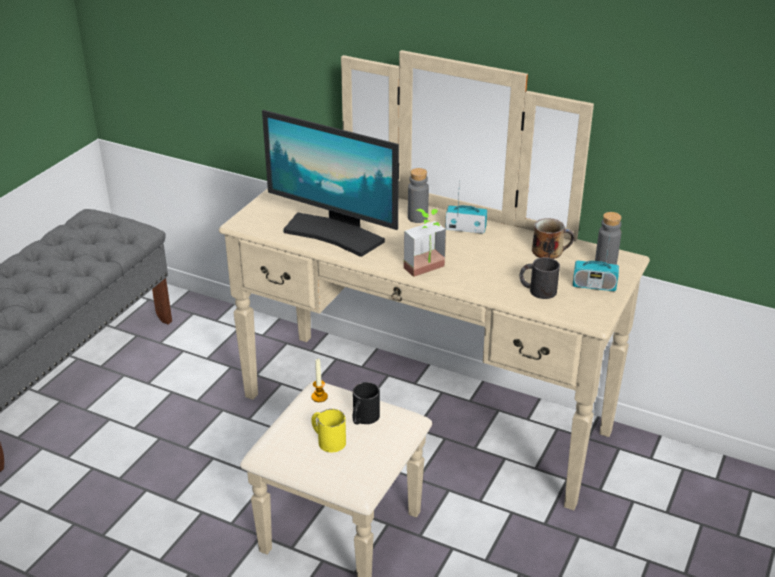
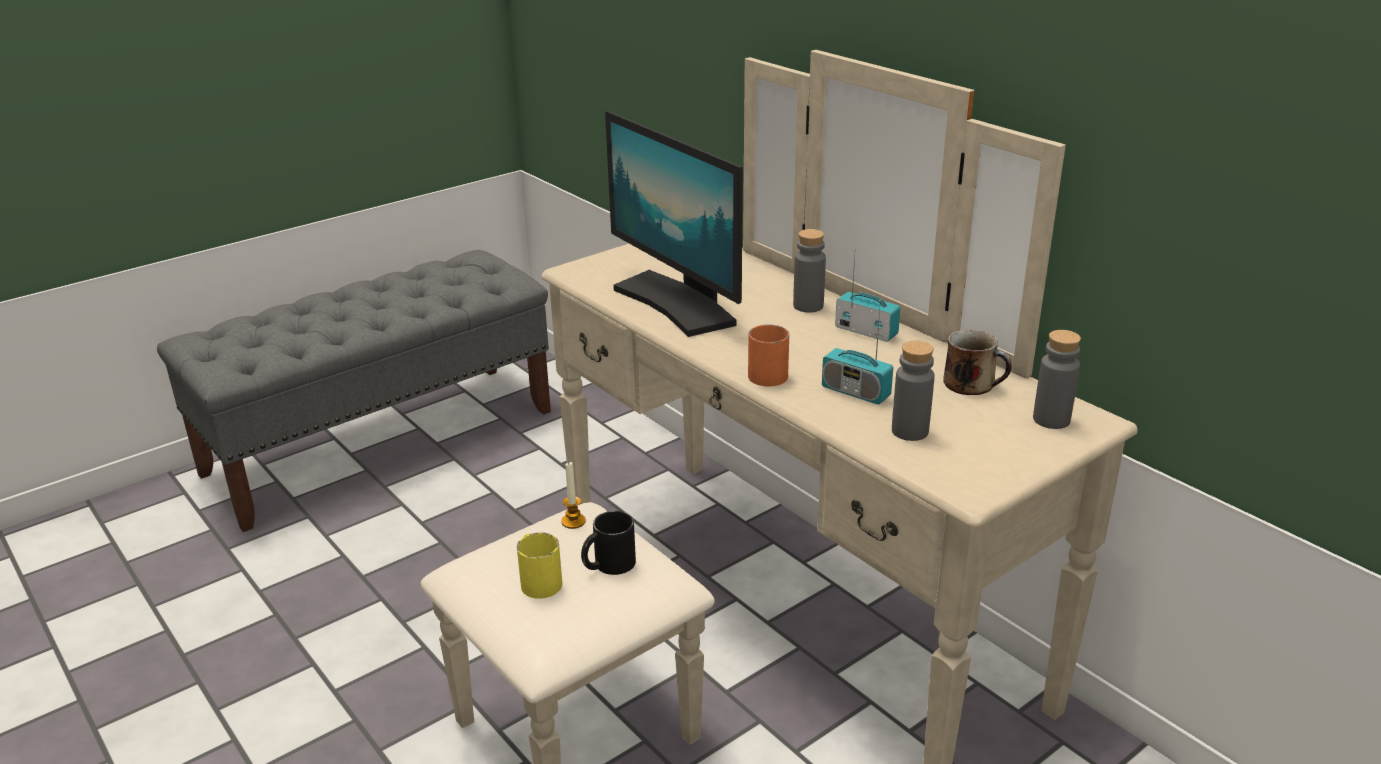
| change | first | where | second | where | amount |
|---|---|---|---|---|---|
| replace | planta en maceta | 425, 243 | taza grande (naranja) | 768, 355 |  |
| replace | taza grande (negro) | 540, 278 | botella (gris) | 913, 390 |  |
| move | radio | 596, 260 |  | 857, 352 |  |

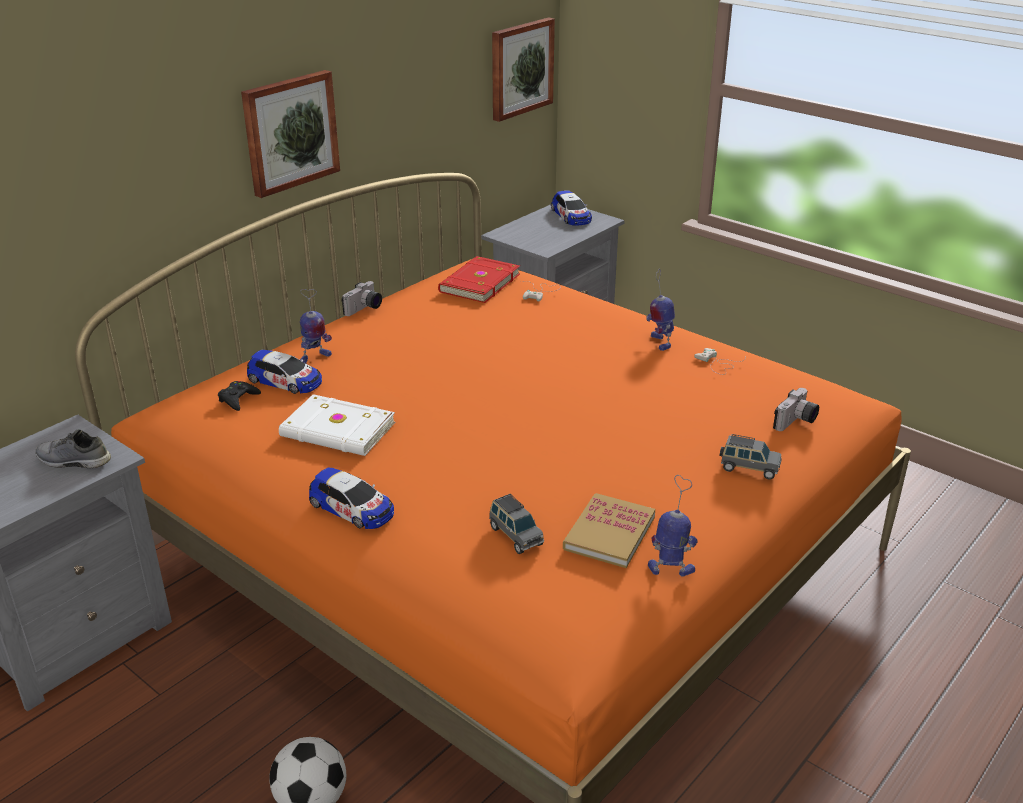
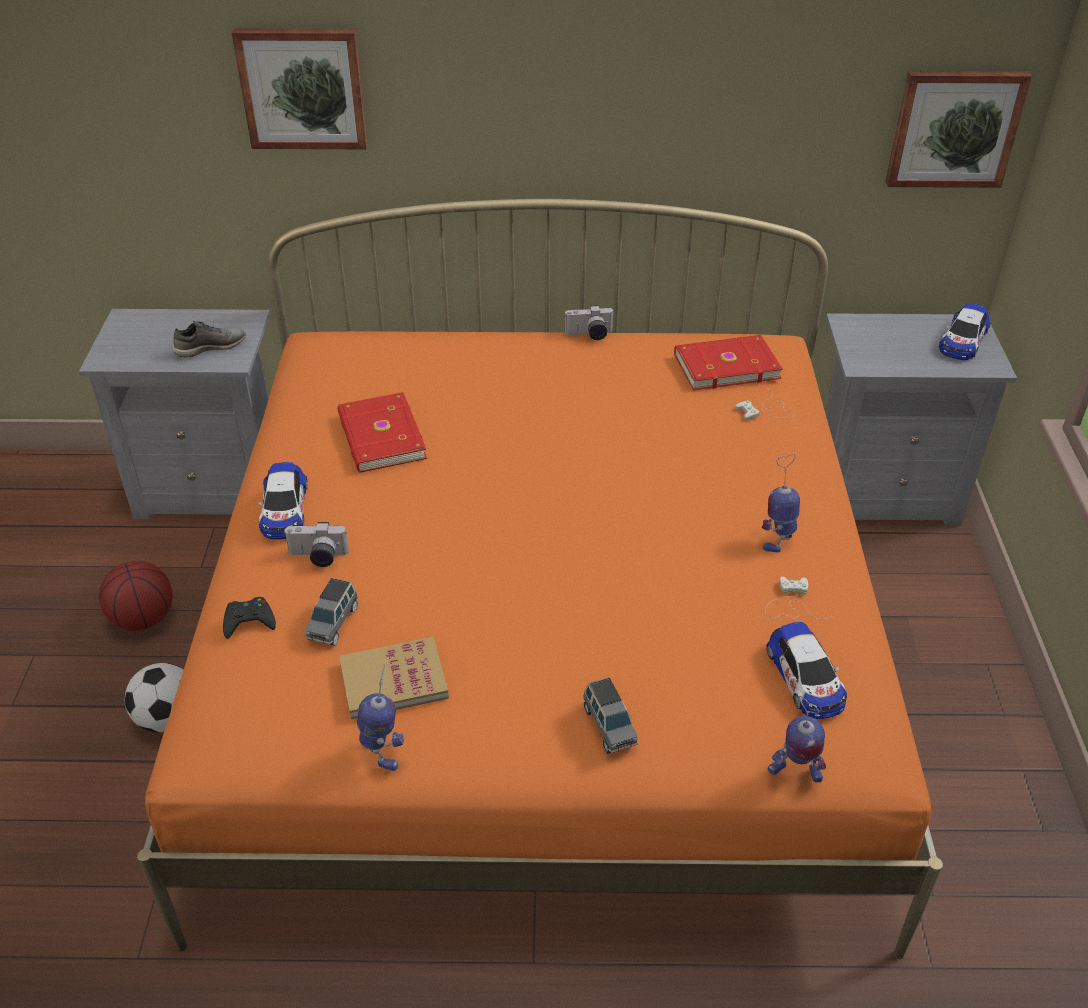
| change | first | where | second | where | amount |
|---|---|---|---|---|---|
| rotate | zapato (gris) | 73, 448 |  | 209, 339 | 90 degrees clockwise |
| move | mando de consola (negro) | 239, 396 |  | 249, 618 |  |
| move | cuadro | 290, 134 |  | 299, 88 |  |
| move | coche de juguete | 284, 372 |  | 807, 670 |  |
| recolor | libro (blanco) | 337, 425 | libro (rojo) | 382, 432 |  |
| move | robot de juguete | 316, 326 |  | 797, 739 |  |
| move | cámara | 796, 409 |  | 317, 544 |  |
| insert |  |  | balón de baloncesto | 136, 596 |  |

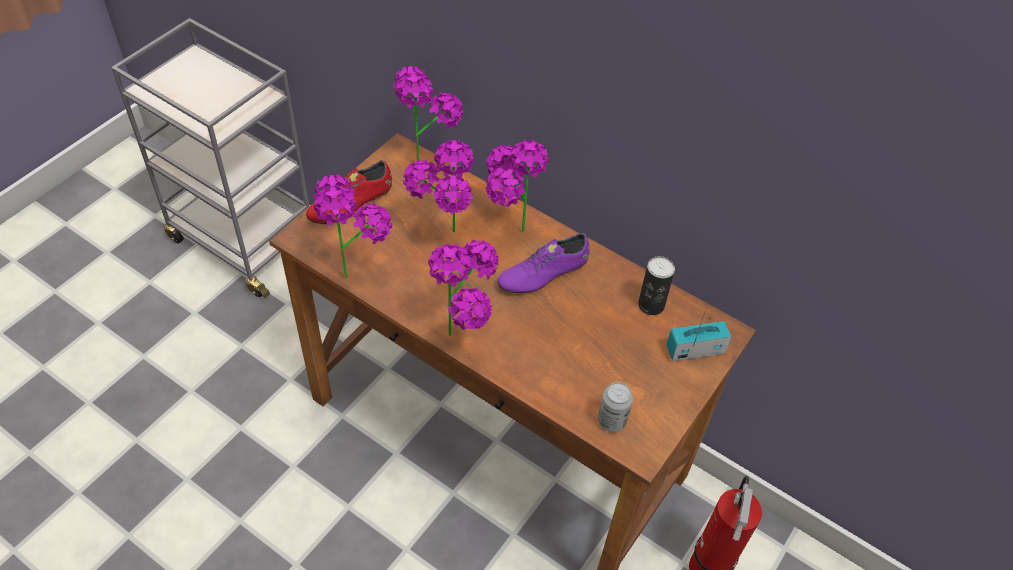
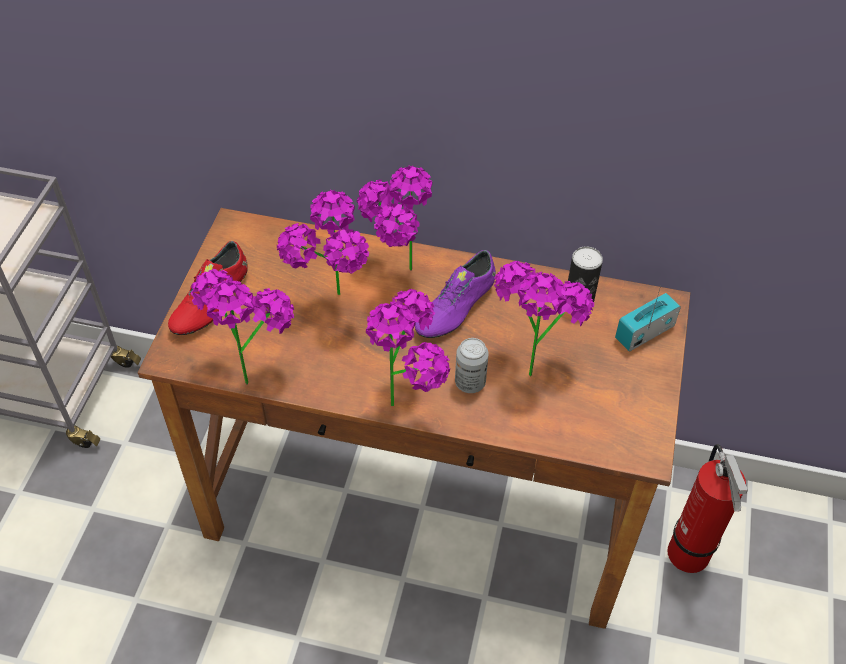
| change | first | where | second | where | amount |
|---|---|---|---|---|---|
| move | planta en maceta | 428, 113 |  | 543, 319 |  |
| move | lata | 615, 407 |  | 472, 365 |  |

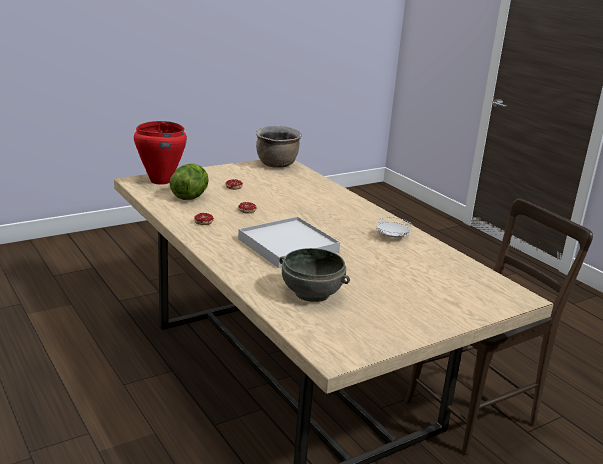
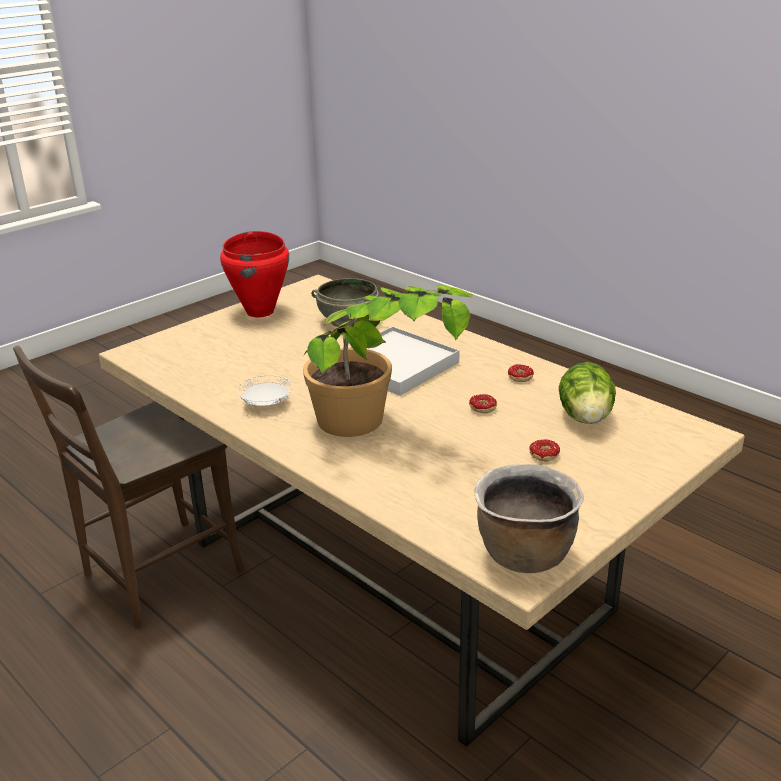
| change | first | where | second | where | amount |
|---|---|---|---|---|---|
| move | olla (rojo) | 160, 153 |  | 254, 274 |  |
| insert |  |  | planta en maceta | 388, 361 |  |

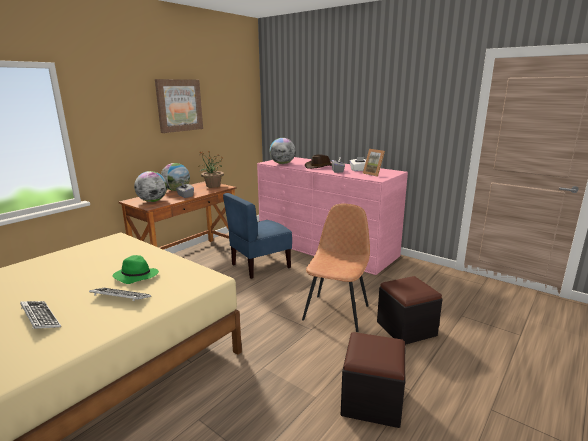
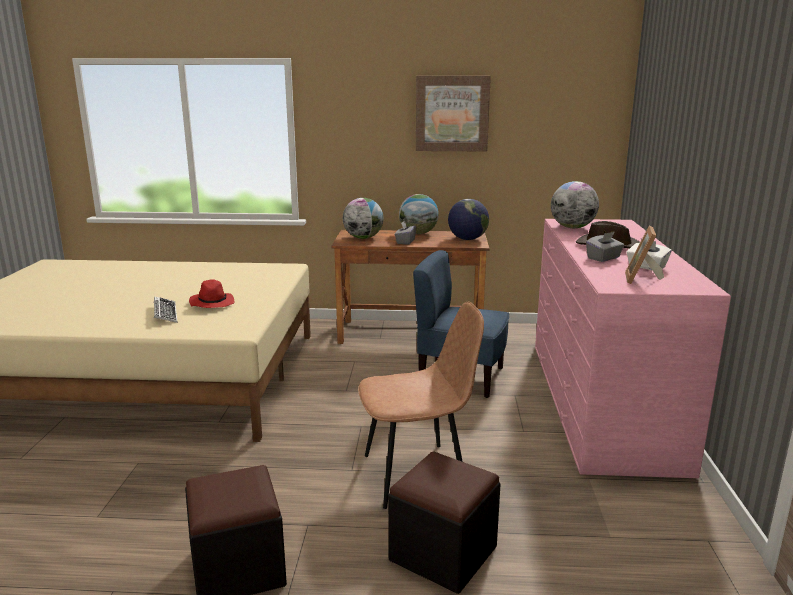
| change | first | where | second | where | amount |
|---|---|---|---|---|---|
| delete | teclado | 40, 315 |  |  |  |
| recolor | sombrero (verde) | 136, 269 | sombrero (rojo) | 212, 293 |  |
| replace | planta en maceta | 211, 169 | globo terráqueo | 468, 219 |  |

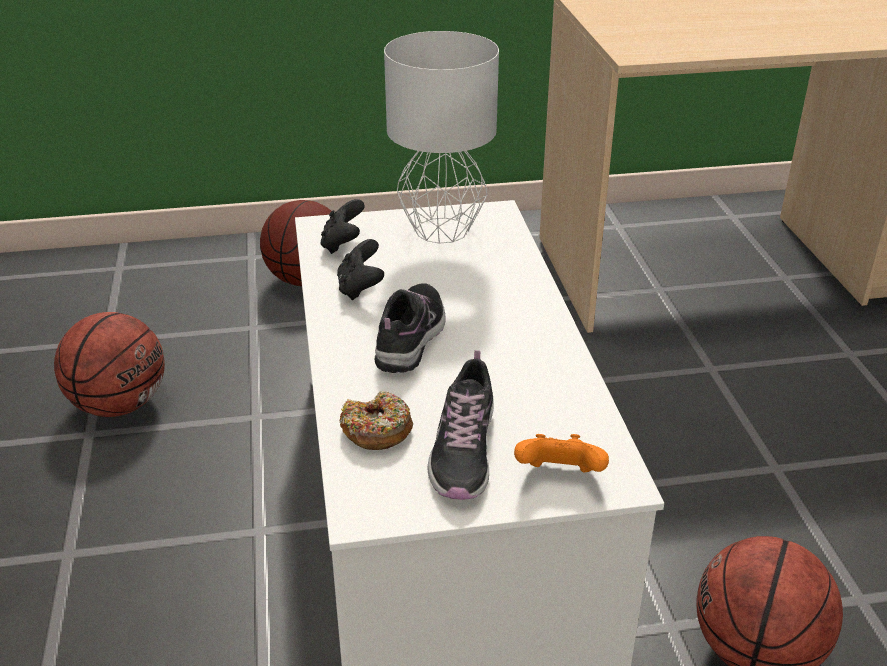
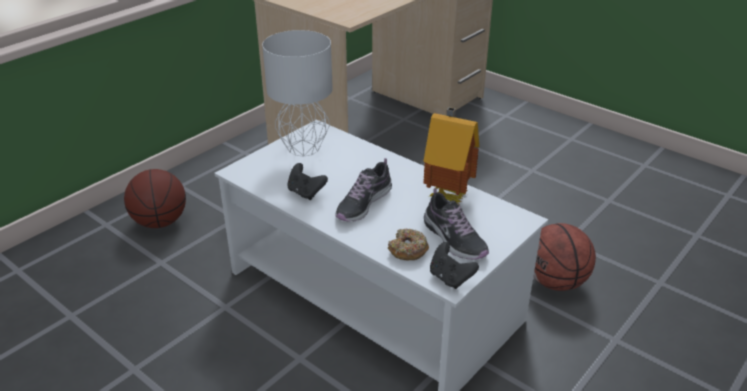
| change | first | where | second | where | amount |
|---|---|---|---|---|---|
| delete | balón de baloncesto | 109, 364 |  |  |  |
| move | mando de consola (negro) | 343, 226 |  | 454, 265 |  |
| rotate | zapato | 410, 328 |  | 363, 190 | 120 degrees counterclockwise |
| delete | mando de consola (naranja) | 561, 453 |  |  |  |
| insert |  |  | casita | 451, 155 |  |

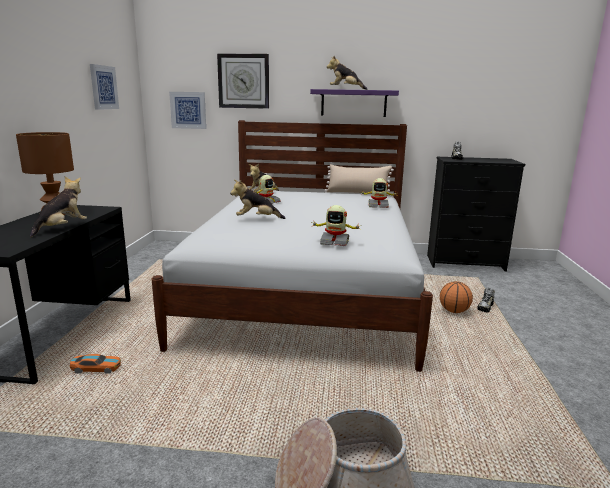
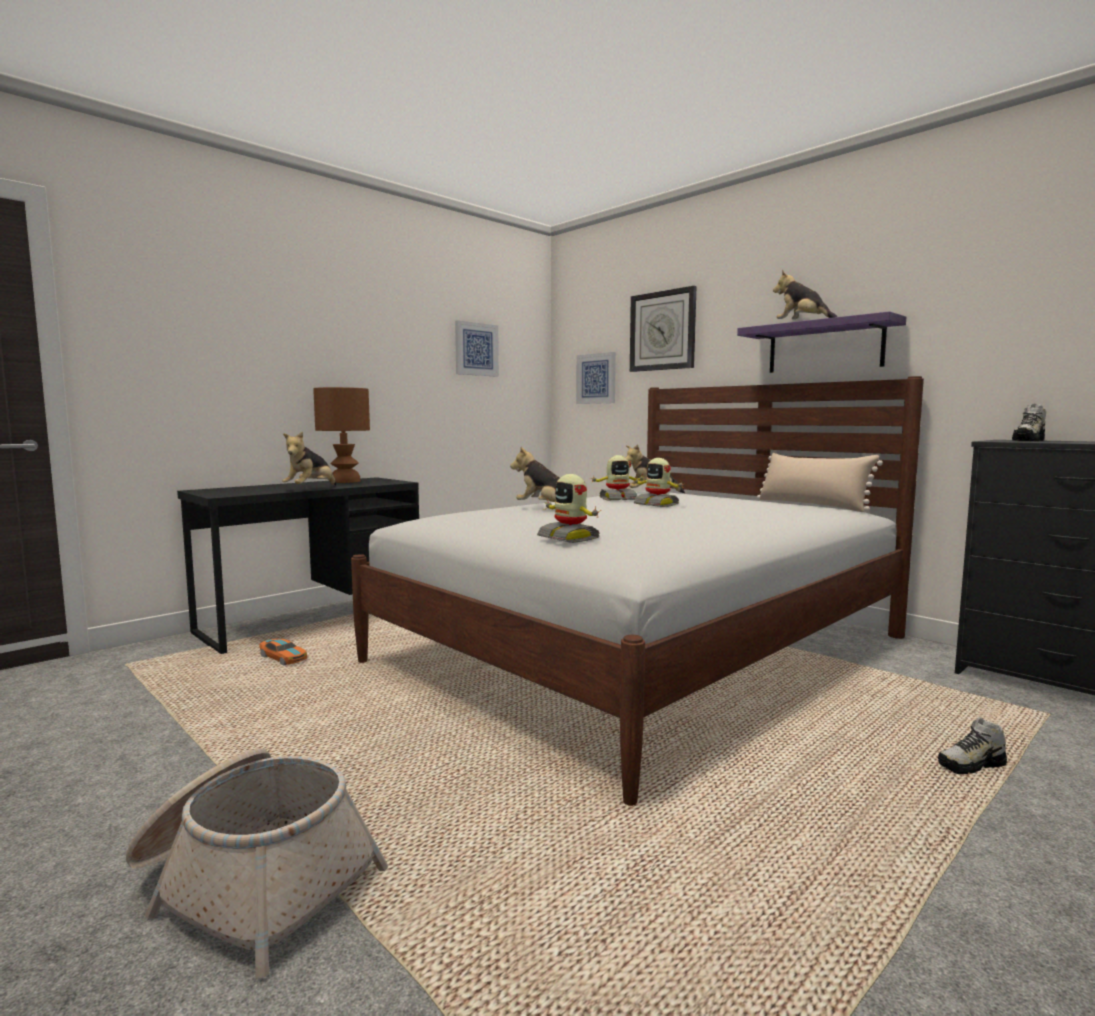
| change | first | where | second | where | amount |
|---|---|---|---|---|---|
| rotate | peluche | 58, 207 |  | 309, 458 | 135 degrees clockwise |
| move | robot de juguete | 379, 193 |  | 658, 482 |  |
| delete | balón de baloncesto | 456, 297 |  |  |  |

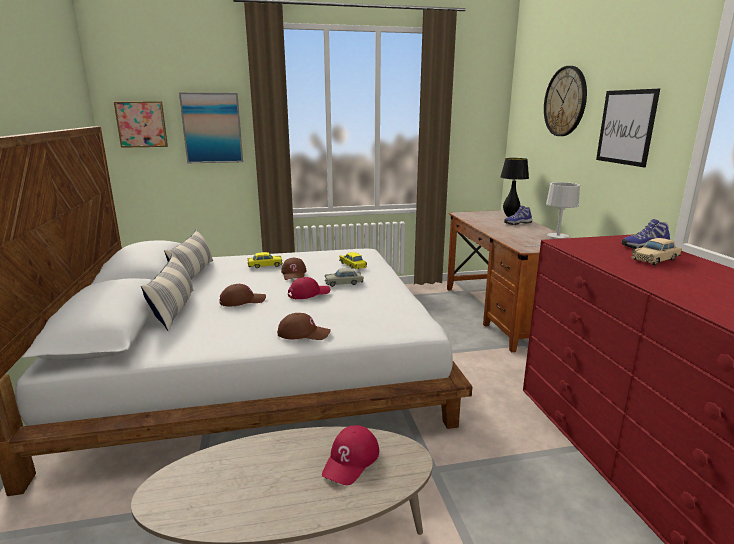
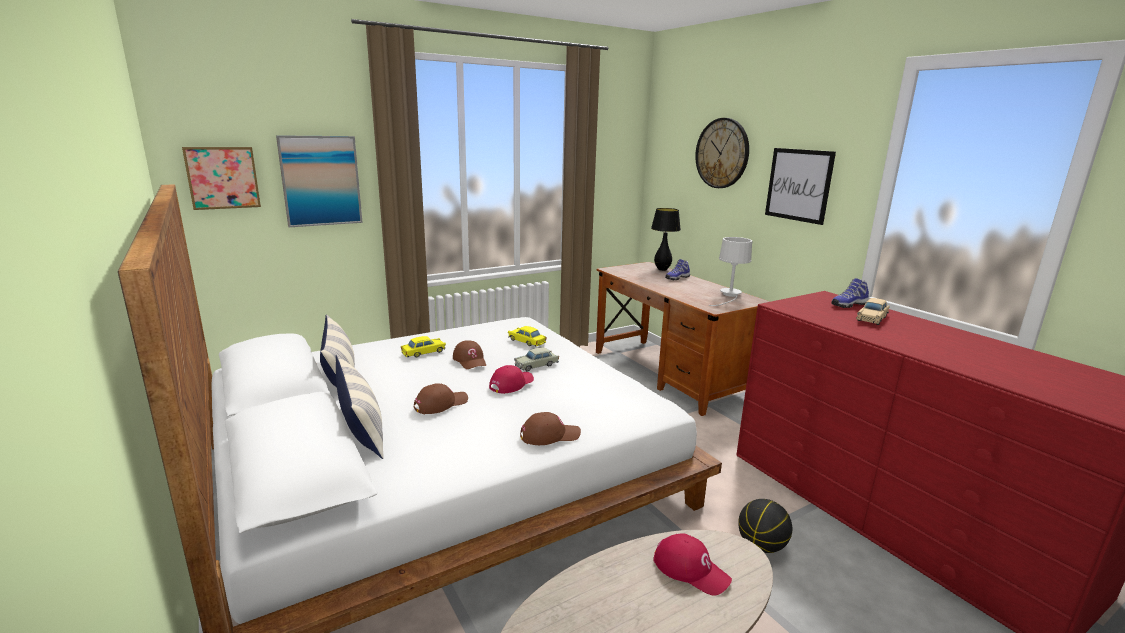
| change | first | where | second | where | amount |
|---|---|---|---|---|---|
| rotate | gorra (rojo) | 350, 455 |  | 692, 564 | 60 degrees counterclockwise |
| insert |  |  | balón de baloncesto | 765, 526 |  |

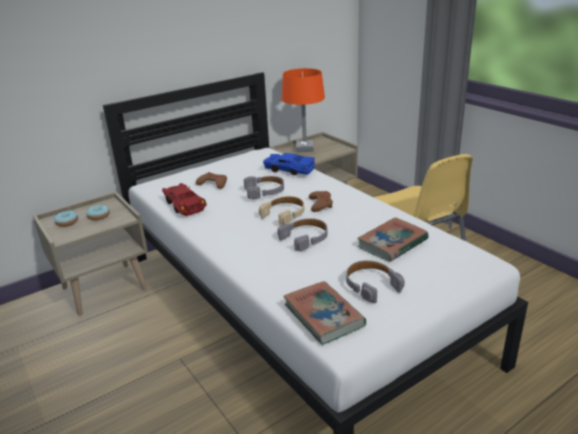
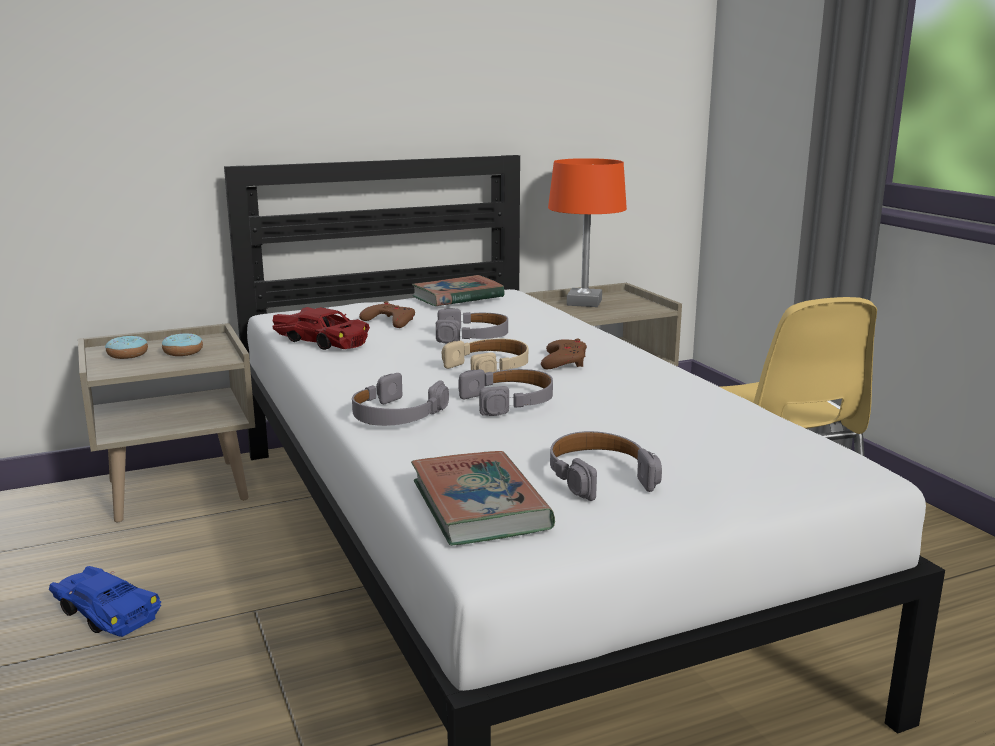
| change | first | where | second | where | amount |
|---|---|---|---|---|---|
| rotate | coche de juguete (rojo) | 184, 199 |  | 321, 328 | 150 degrees clockwise |
| move | coche de juguete (azul) | 289, 164 |  | 105, 601 |  |
| move | libro | 393, 239 |  | 458, 290 |  |
| insert |  |  | auriculares (gris) | 400, 399 |  |

